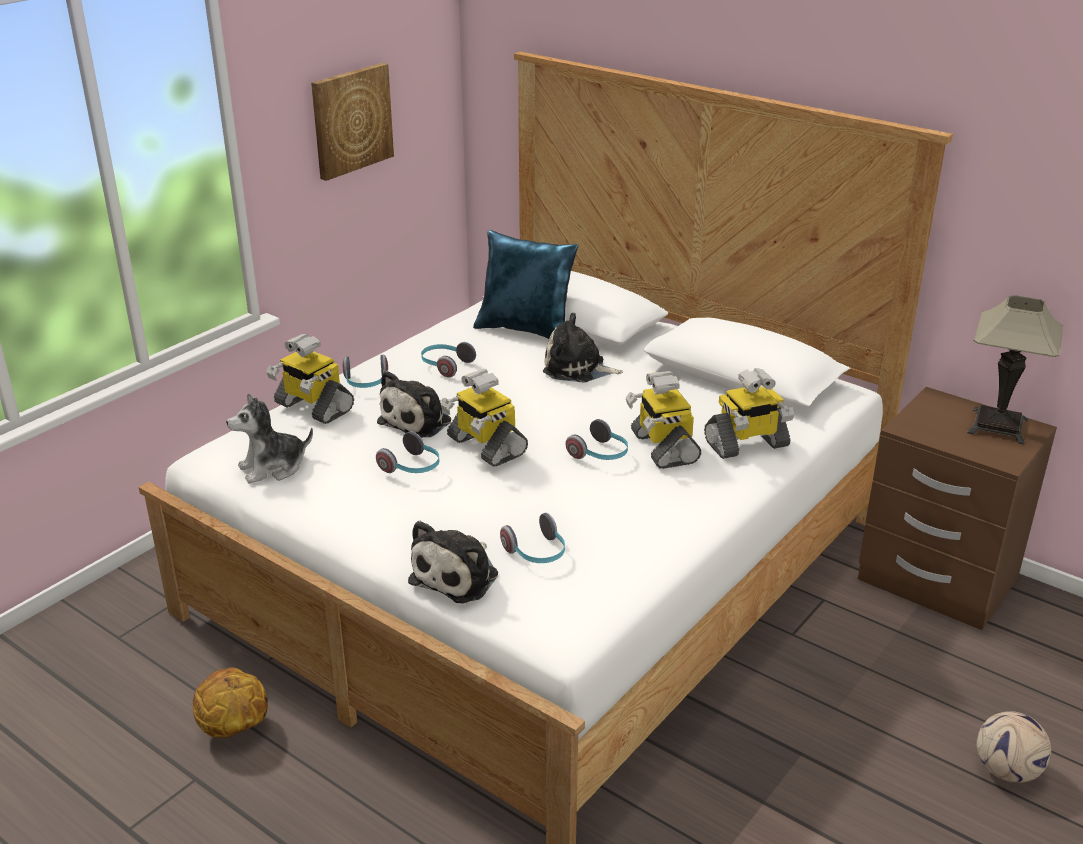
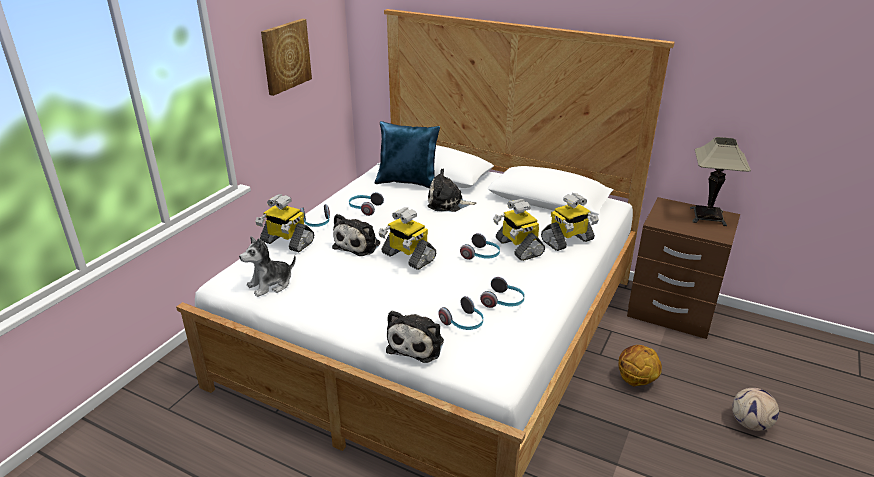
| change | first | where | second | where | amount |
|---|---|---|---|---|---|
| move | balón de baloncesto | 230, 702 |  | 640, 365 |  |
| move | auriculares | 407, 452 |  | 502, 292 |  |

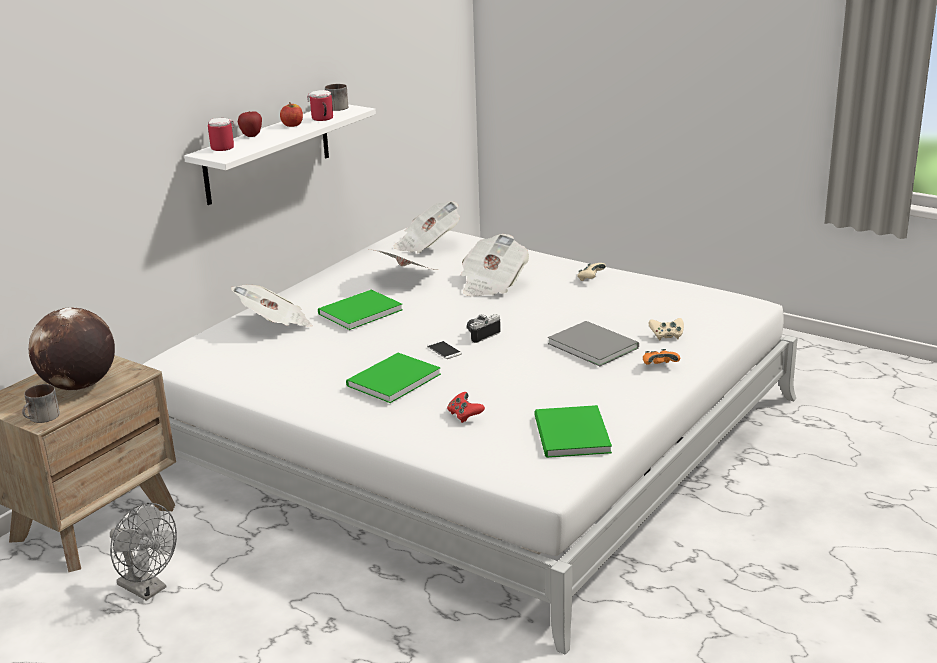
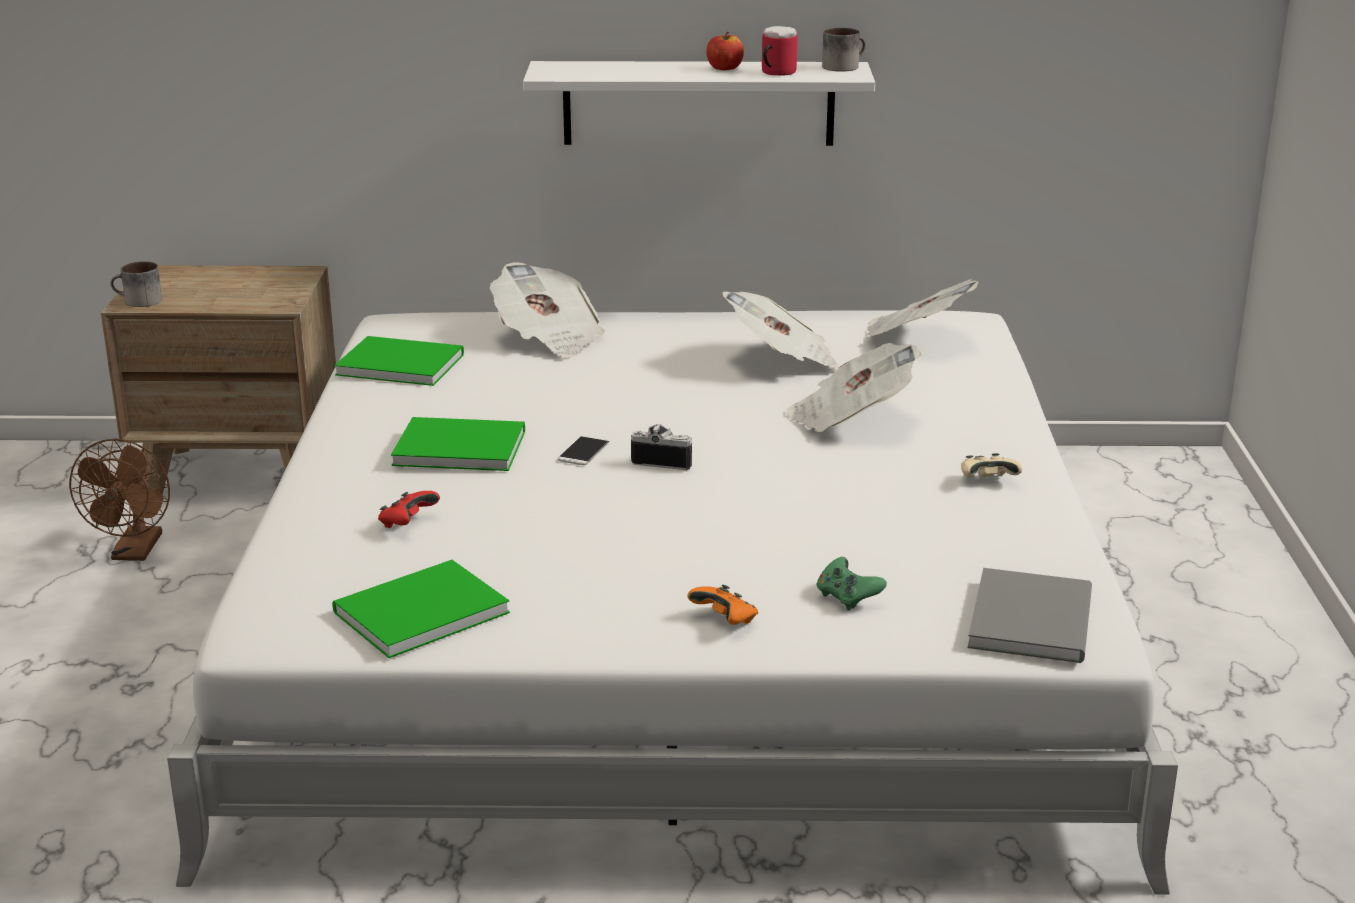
| change | first | where | second | where | amount |
|---|---|---|---|---|---|
| delete | globo terráqueo | 72, 349 |  |  |  |
| recolor | ventilador (gris) | 143, 551 | ventilador (marrón) | 119, 500 |  |
| delete | taza grande | 221, 134 |  |  |  |
| delete | manzana | 250, 124 |  |  |  |
| move | libro (verde) | 360, 310 |  | 399, 361 |  |
| move | libro (gris) | 593, 343 |  | 1030, 615 |  |
| recolor | mando de consola (beis) | 666, 329 | mando de consola (verde) | 851, 584 |  |

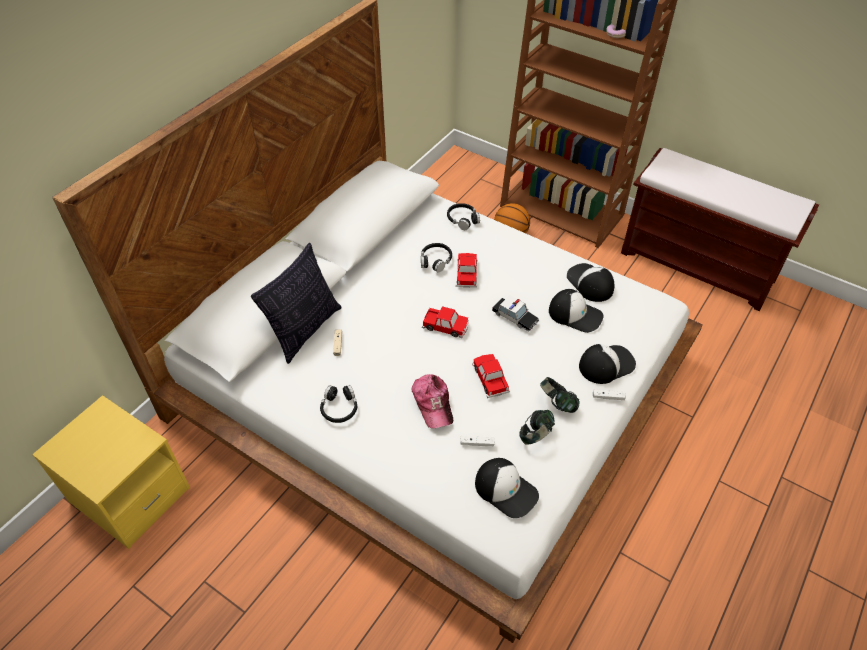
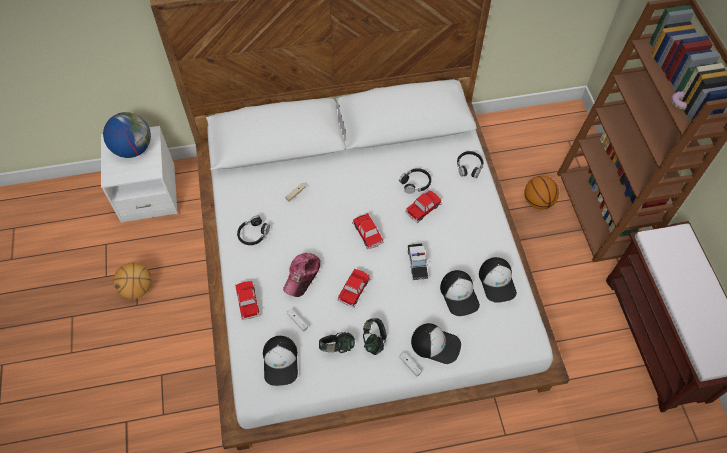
| change | first | where | second | where | amount |
|---|---|---|---|---|---|
| recolor | mesita de noche (amarillo) | 111, 472 | mesita de noche (blanco) | 139, 174 |  |
| delete | cojín | 296, 303 |  |  |  |
| rotate | gorra | 590, 282 |  | 498, 280 | 150 degrees clockwise |
| insert |  |  | globo terráqueo | 127, 135 |  |
| insert |  |  | balón de baloncesto | 132, 280 |  |
| insert |  |  | coche de juguete | 248, 300 |  |

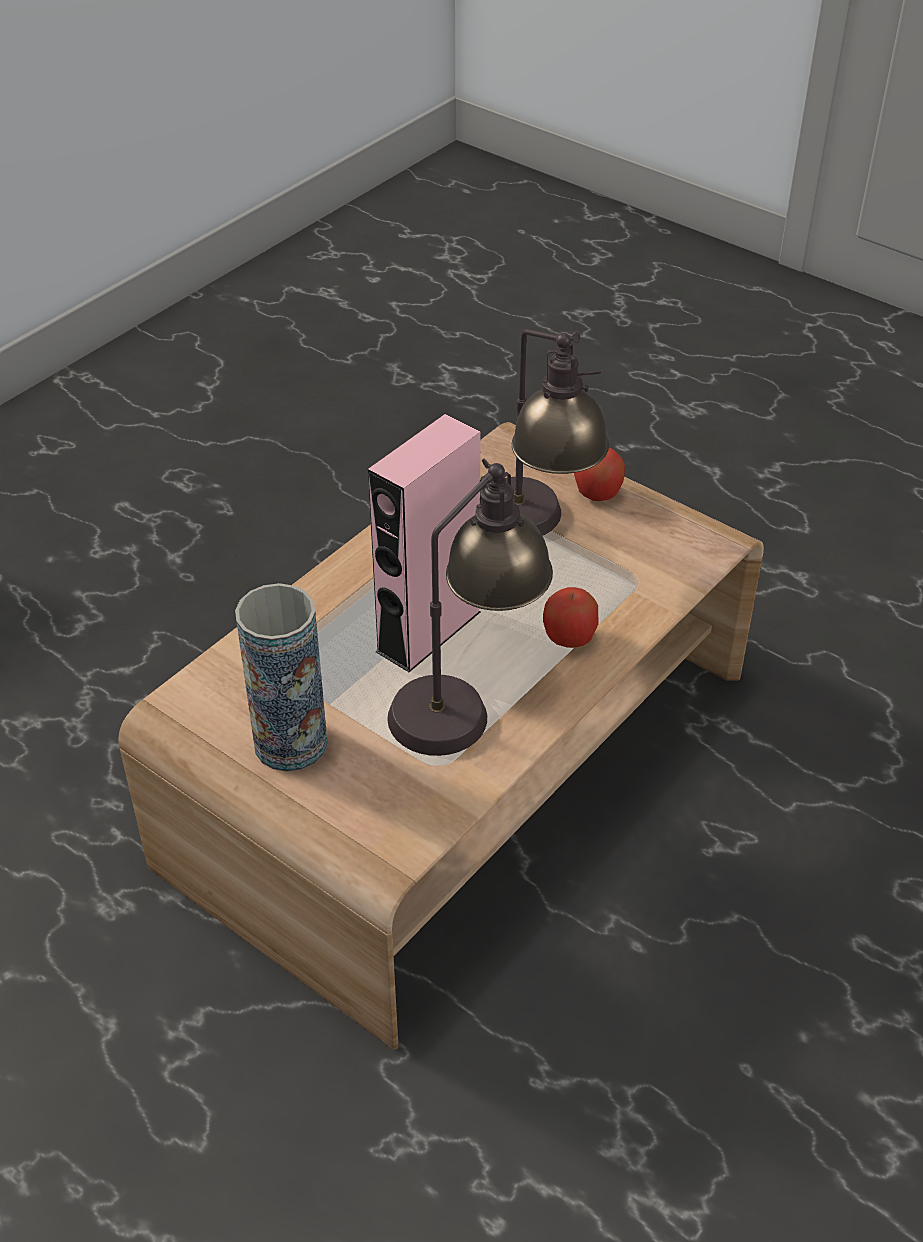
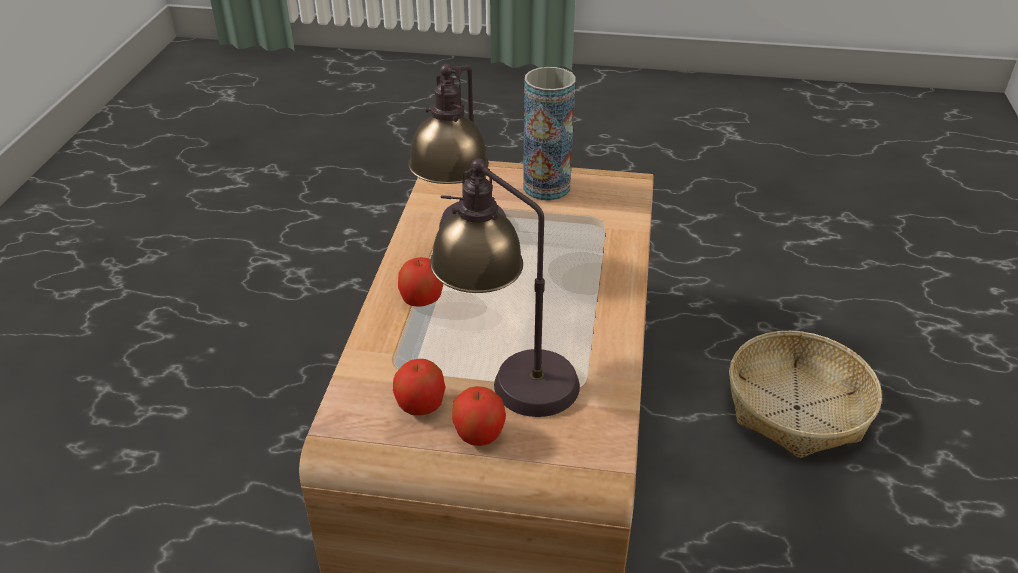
| change | first | where | second | where | amount |
|---|---|---|---|---|---|
| delete | altavoz (rosa) | 424, 543 |  |  |  |
| insert |  |  | manzana | 419, 387 |  |
| insert |  |  | cesta | 805, 394 |  |

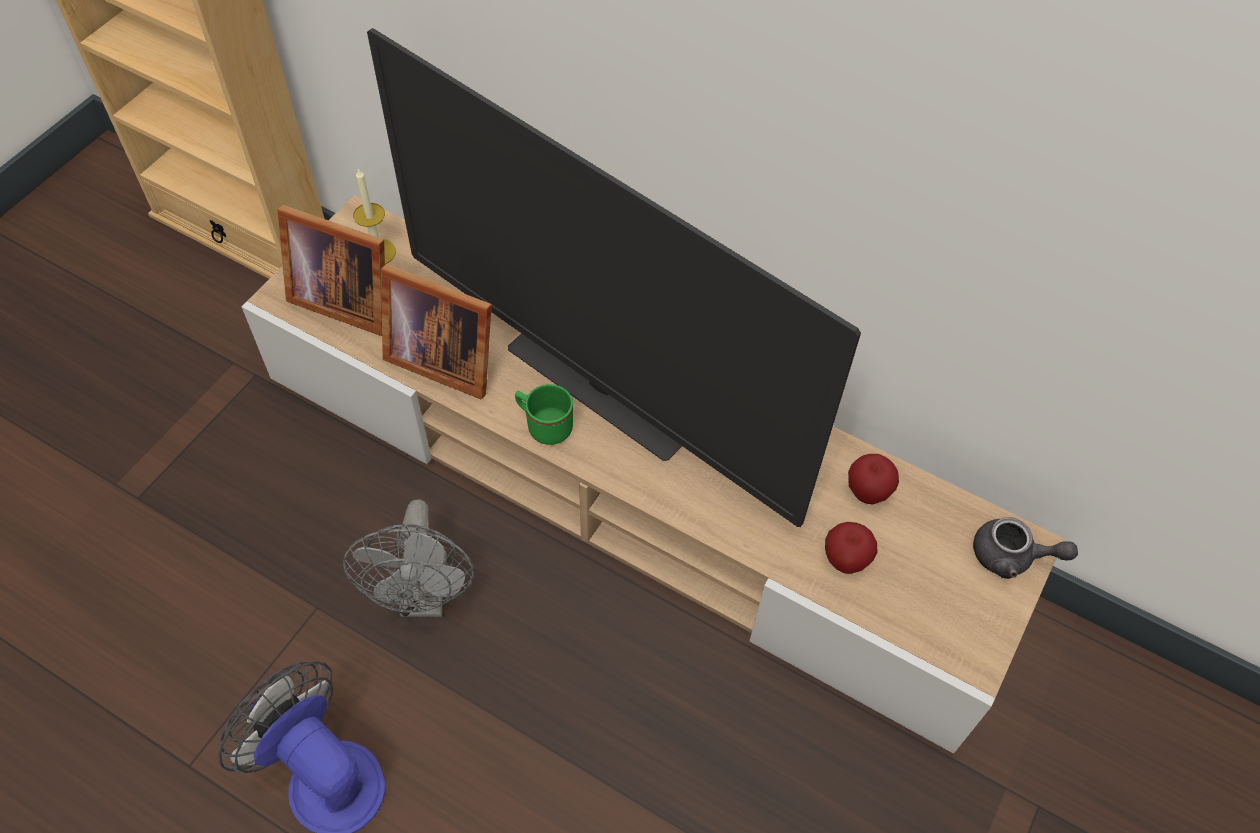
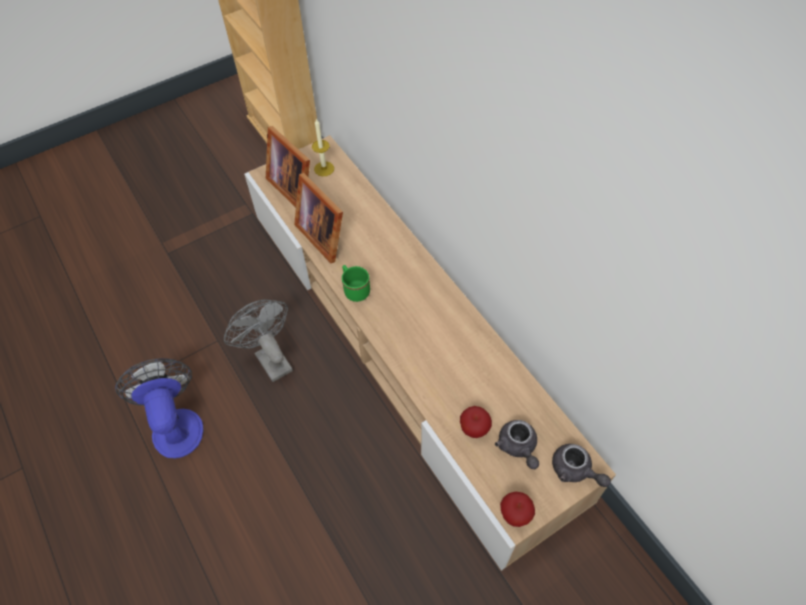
| change | first | where | second | where | amount |
|---|---|---|---|---|---|
| rotate | ventilador (gris) | 408, 558 |  | 258, 340 | 120 degrees clockwise |
| delete | televisor | 614, 277 |  |  |  |
| move | manzana | 873, 479 |  | 517, 509 |  |
| insert |  |  | tetera (gris) | 517, 444 |  |

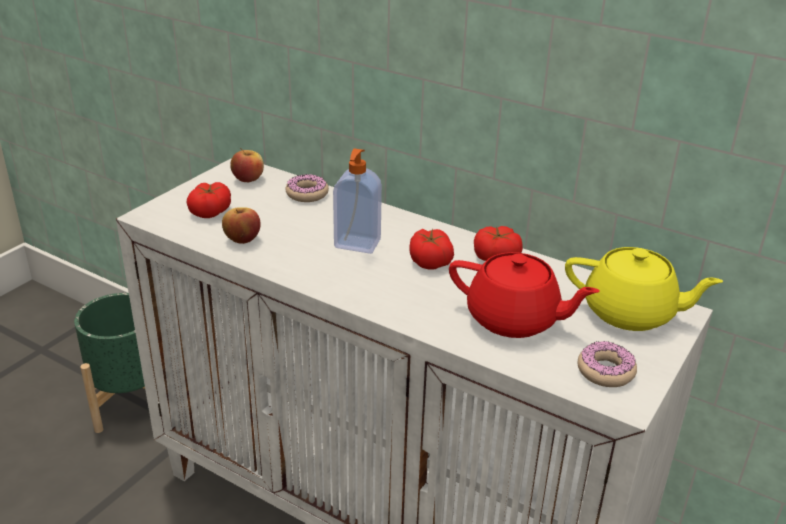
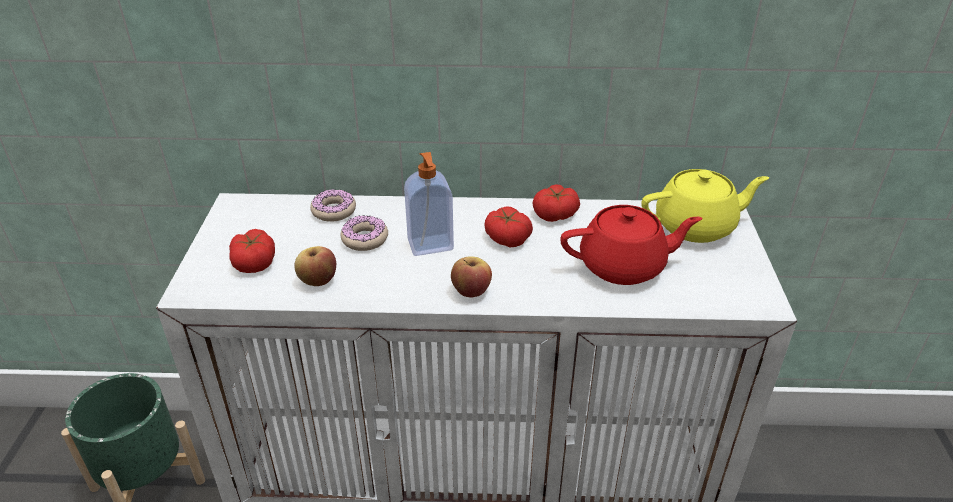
| change | first | where | second | where | amount |
|---|---|---|---|---|---|
| move | manzana | 247, 165 |  | 471, 277 |  |
| move | rosquilla | 607, 364 |  | 364, 233 |  |

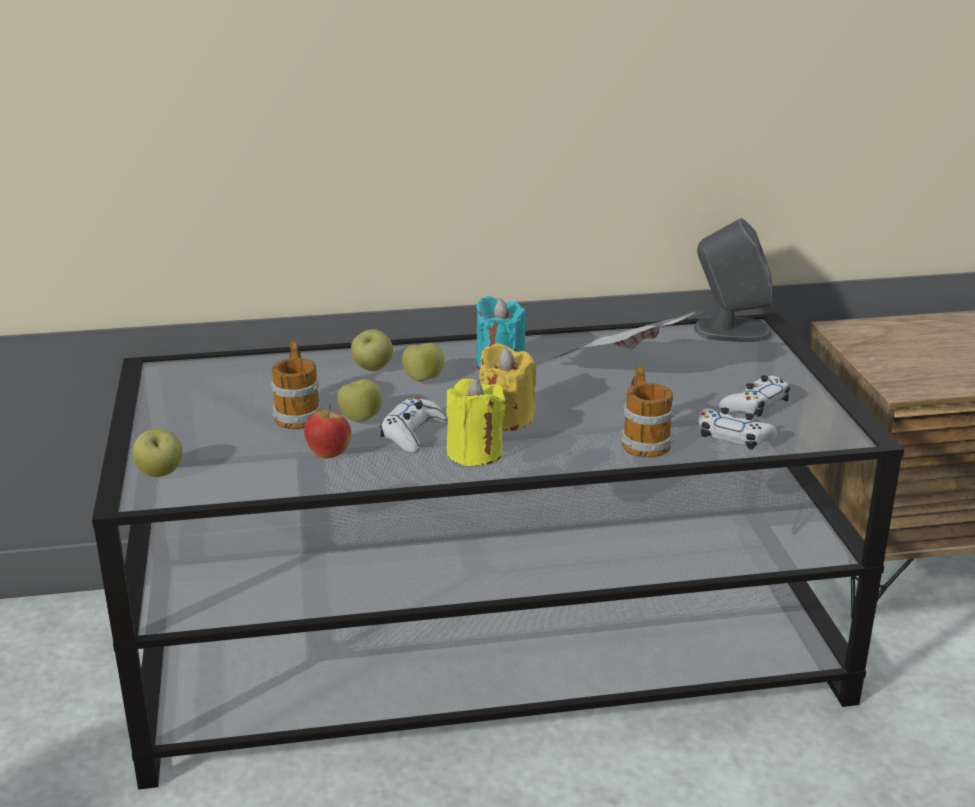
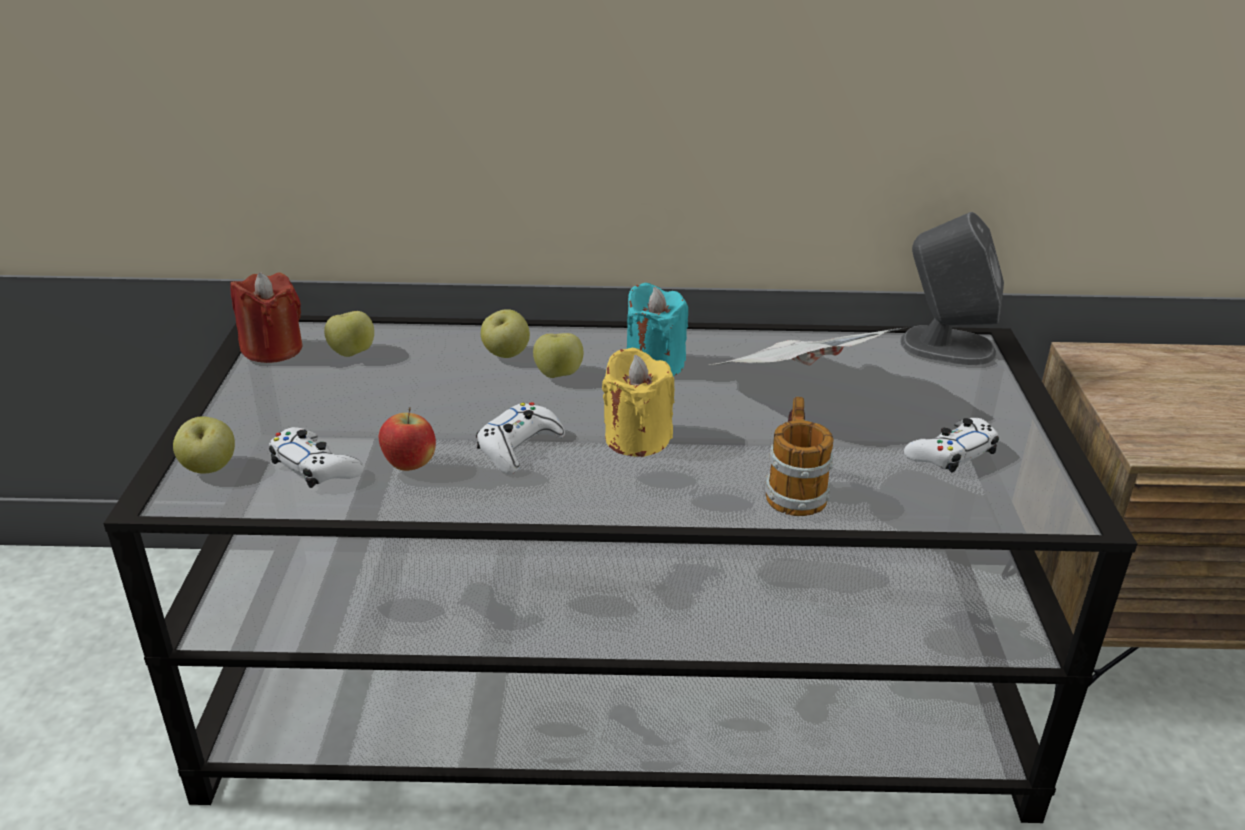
| change | first | where | second | where | amount |
|---|---|---|---|---|---|
| delete | taza grande | 296, 385 |  |  |  |
| move | manzana | 359, 400 |  | 349, 334 |  |
| delete | vela (amarillo) | 476, 422 |  |  |  |
| move | mando de consola (blanco) | 737, 428 |  | 316, 457 |  |
| insert |  |  | vela (rojo) | 266, 317 |  |

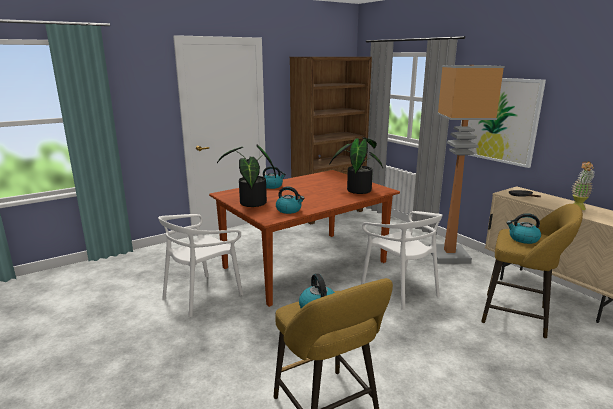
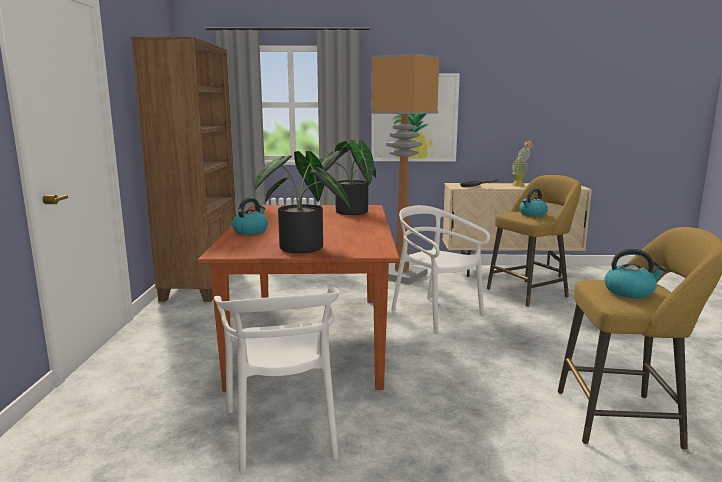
| change | first | where | second | where | amount |
|---|---|---|---|---|---|
| delete | hervidor | 290, 200 |  |  |  |
| rotate | silla (blanco) | 401, 260 |  | 440, 269 | 135 degrees counterclockwise |

